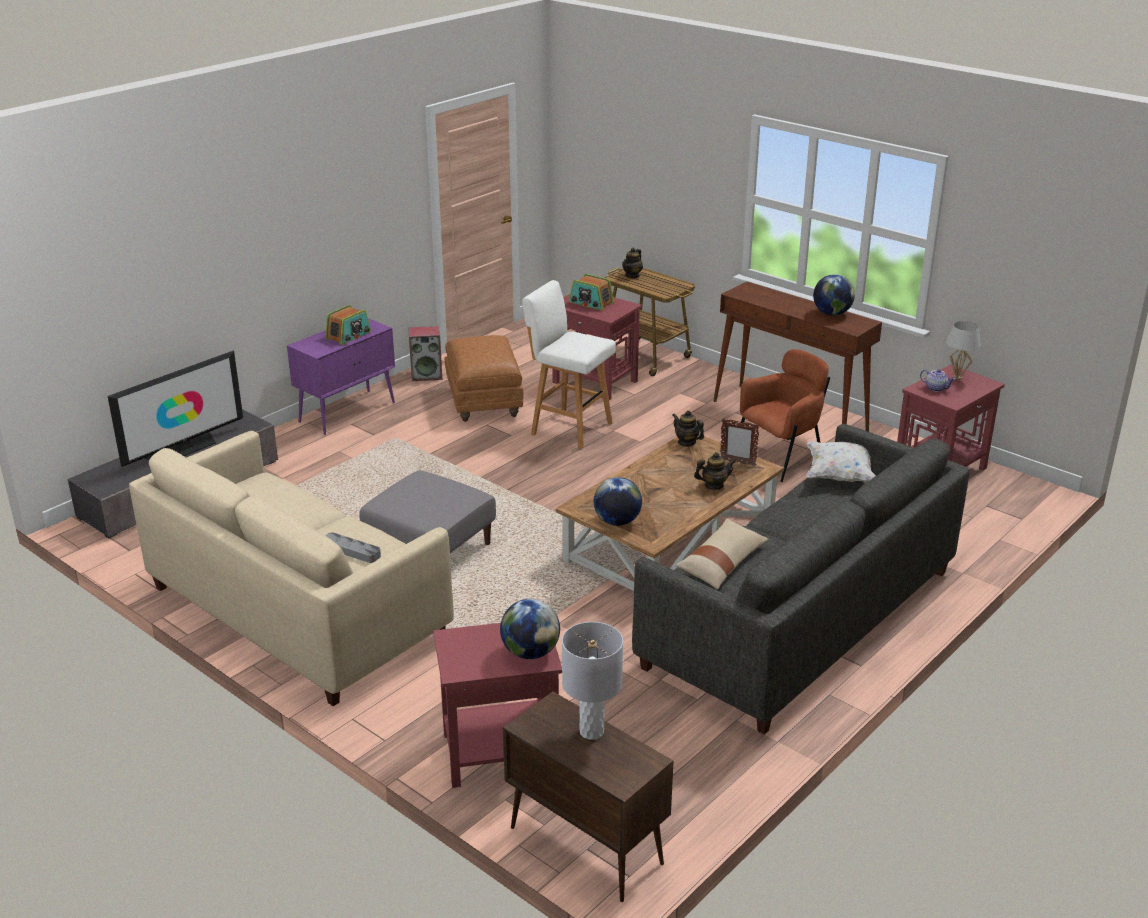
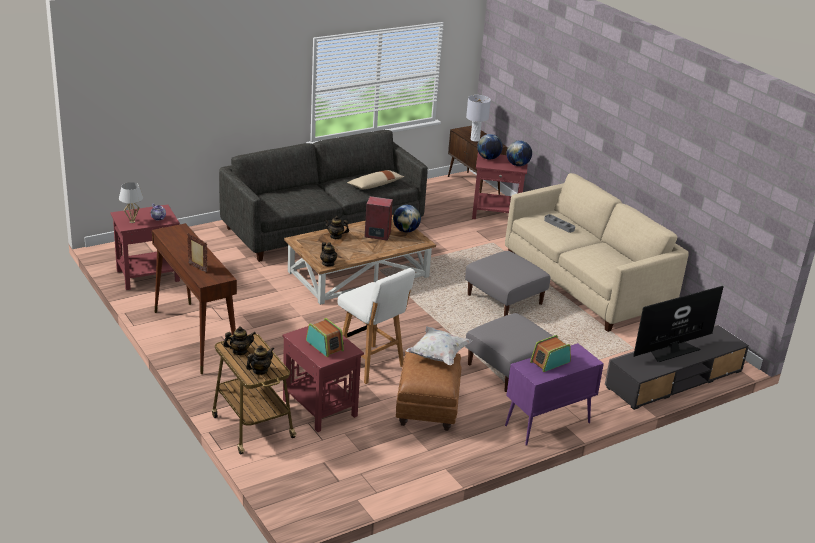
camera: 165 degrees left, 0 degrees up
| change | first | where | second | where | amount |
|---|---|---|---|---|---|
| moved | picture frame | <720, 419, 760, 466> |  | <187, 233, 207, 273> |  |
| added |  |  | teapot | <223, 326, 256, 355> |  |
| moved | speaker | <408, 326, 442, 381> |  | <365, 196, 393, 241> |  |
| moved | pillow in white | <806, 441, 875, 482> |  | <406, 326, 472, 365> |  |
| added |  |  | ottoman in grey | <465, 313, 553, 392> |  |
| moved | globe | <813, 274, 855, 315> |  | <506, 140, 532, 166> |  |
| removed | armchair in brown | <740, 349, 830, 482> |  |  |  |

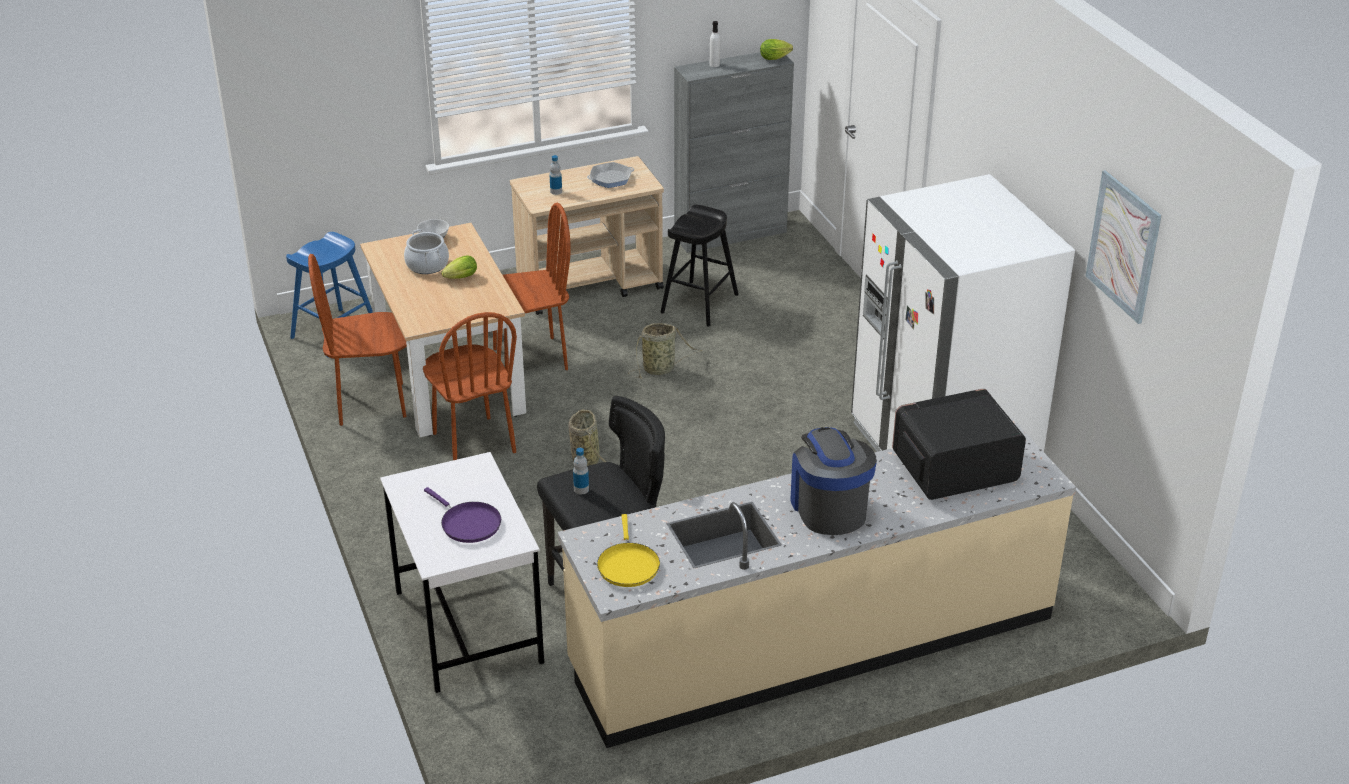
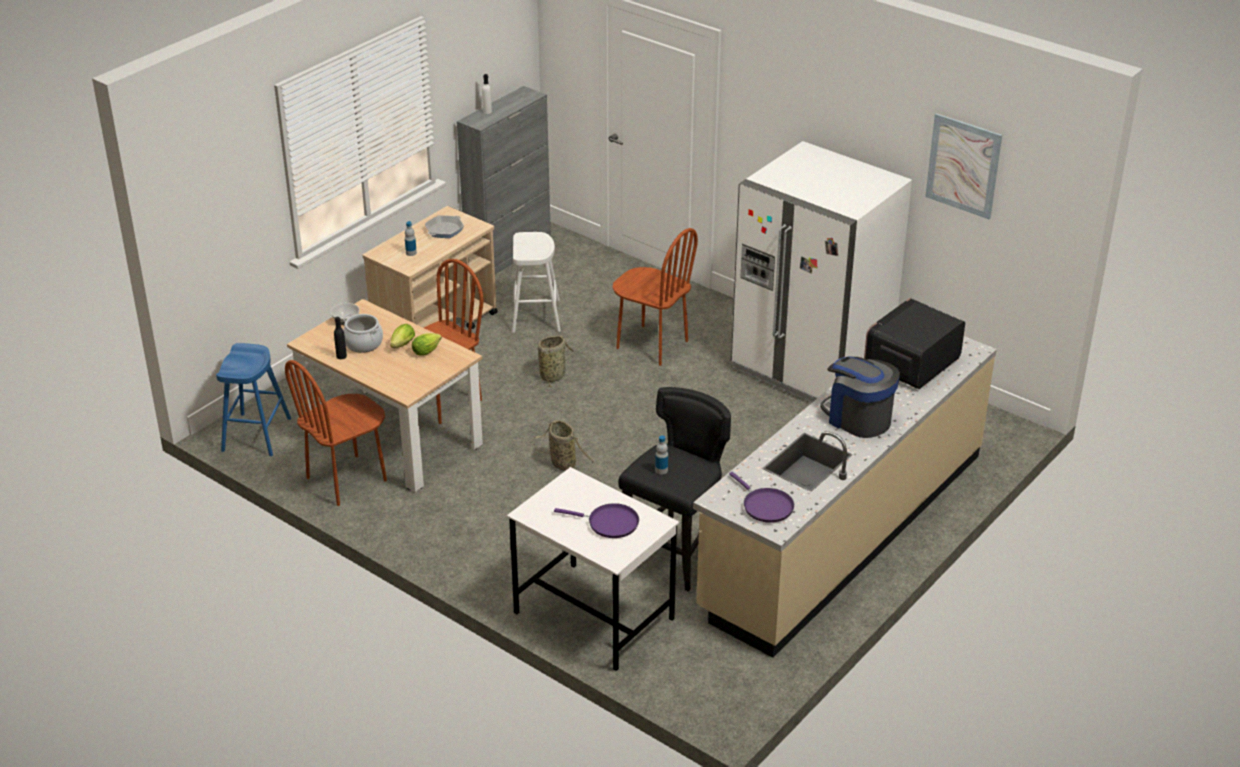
camera: 30 degrees left, 0 degrees up
| change | first | where | second | where | amount |
|---|---|---|---|---|---|
| added |  |  | bottle in black | <334, 317, 347, 359> |  |
| moved | lettuce | <760, 39, 793, 60> |  | <412, 333, 442, 356> |  |
| recoloured | stool in black | <660, 205, 739, 327> | stool in white | <512, 232, 561, 333> |  |
| moved | chair in brown | <423, 312, 517, 460> |  | <613, 228, 698, 366> |  |
| recoloured | frying pan in yellow | <597, 514, 660, 587> | frying pan in purple | <729, 472, 794, 523> |  |

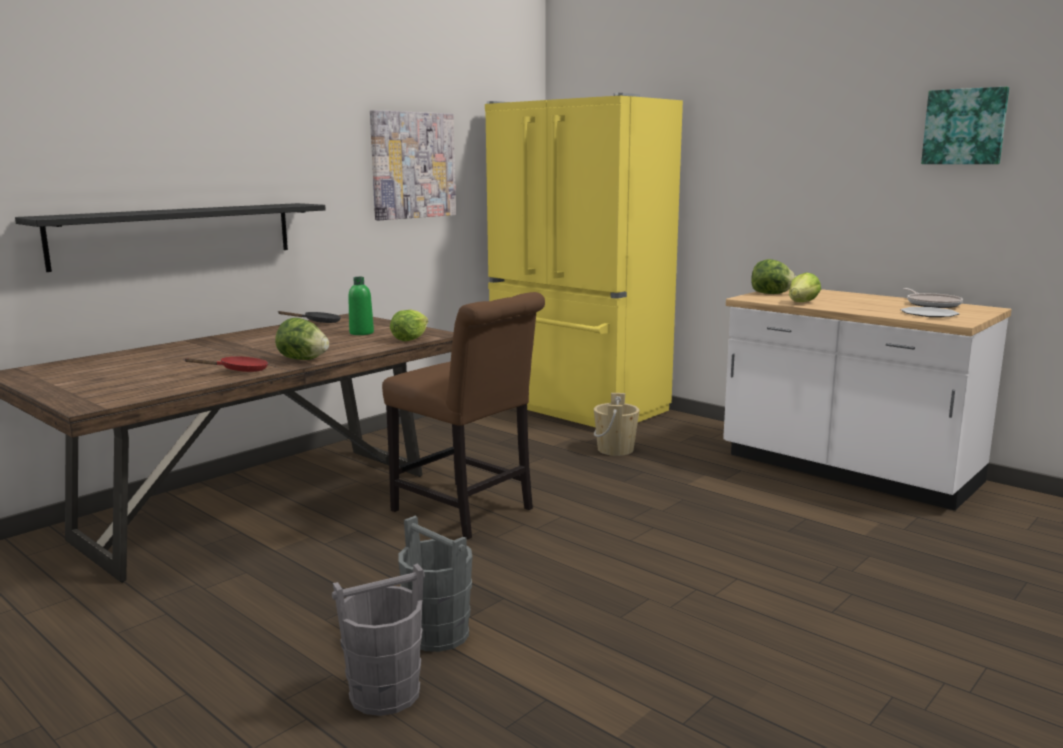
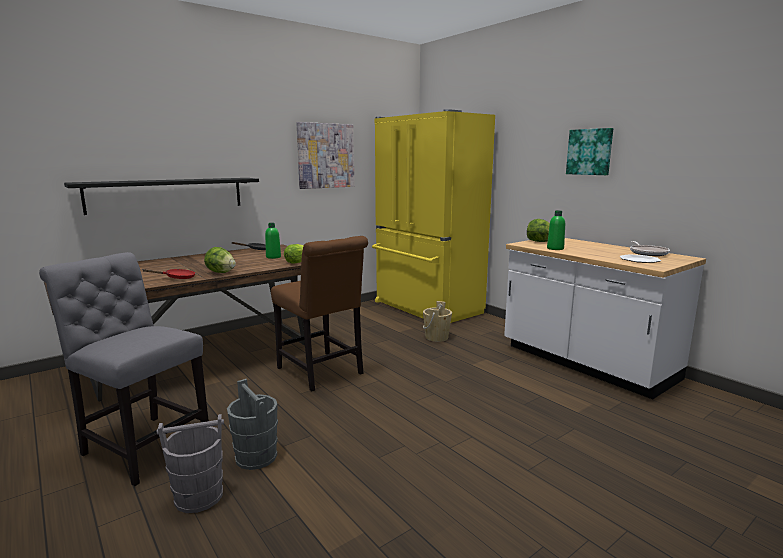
camera: 10 degrees right, 0 degrees up
| change | first | where | second | where | amount |
|---|---|---|---|---|---|
| added |  |  | chair in grey | <39, 252, 209, 486> |  |
| replaced | lettuce | <789, 272, 821, 302> | bottle in green | <547, 211, 565, 250> |  |
| moved | picture | <921, 87, 1009, 164> |  | <566, 128, 613, 175> |  |

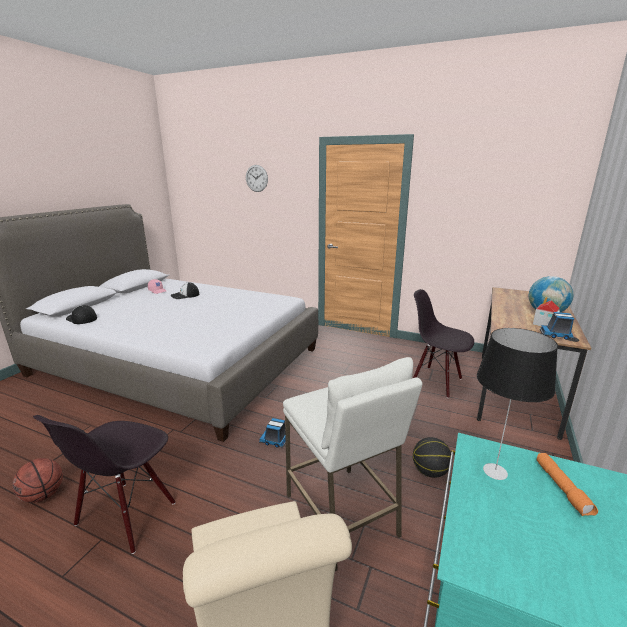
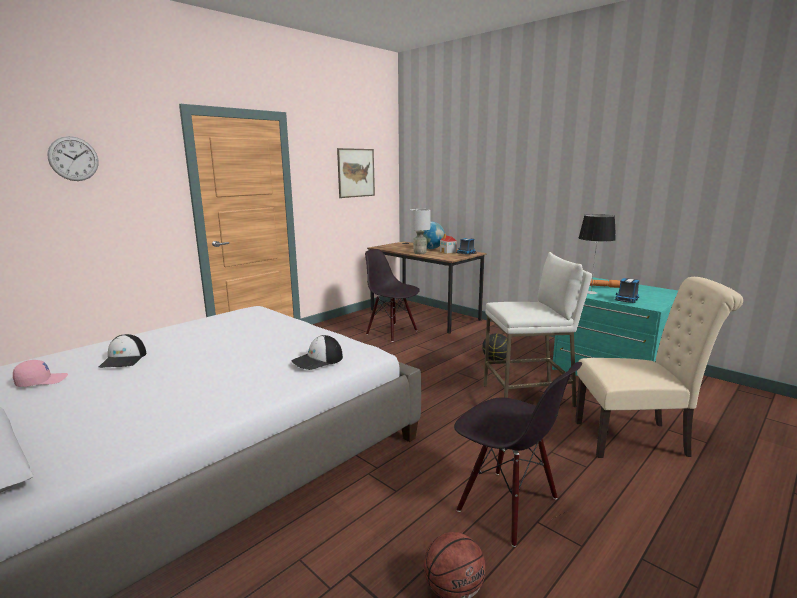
camera: 70 degrees left, 5 degrees down
| change | first | where | second | where | amount |
|---|---|---|---|---|---|
| moved | cap | <66, 305, 97, 324> |  | <292, 335, 343, 370> |  |
| added |  |  | picture | <337, 148, 375, 198> |  |
| turned | chair in black | <413, 289, 474, 398> |  | <365, 249, 420, 342> | 75 degrees clockwise |
| added |  |  | table lamp in grey | <410, 209, 431, 254> |  |
| moved | toy truck | <259, 418, 286, 448> |  | <615, 278, 640, 303> |  |

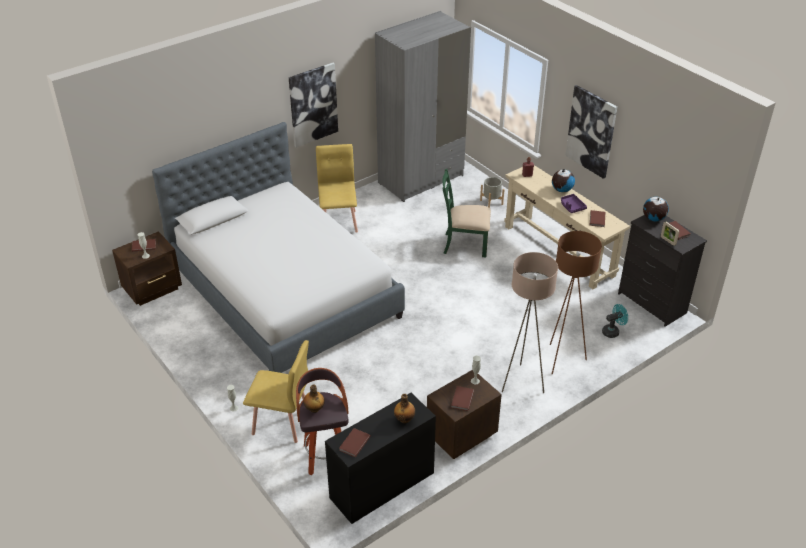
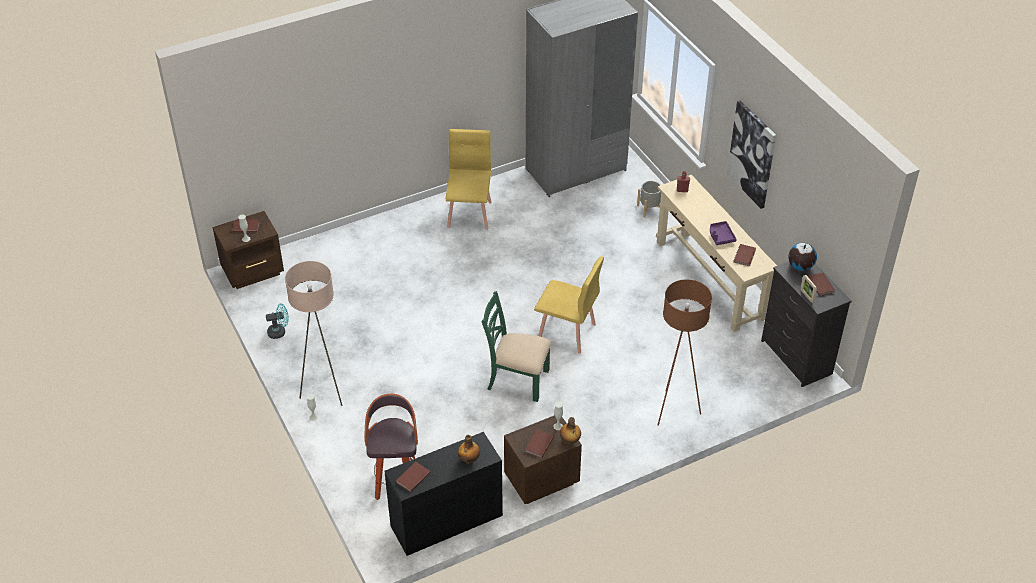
camera: 10 degrees right, 5 degrees up
| change | first | where | second | where | amount |
|---|---|---|---|---|---|
| moved | fan in turquoise | <602, 304, 628, 338> |  | <266, 304, 289, 339> |  |
| moved | floor lamp in beige | <502, 252, 558, 393> |  | <285, 261, 343, 406> |  |
| moved | chair in green | <442, 169, 491, 257> |  | <481, 291, 551, 402> |  |
| moved | chair in yellow | <243, 340, 309, 443> |  | <534, 256, 604, 354> |  |
| moved | bottle | <304, 384, 325, 413> |  | <560, 417, 581, 445> |  |
| removed | bed | <152, 122, 405, 373> |  |  |  |
| removed | picture | <289, 63, 338, 148> |  |  |  |
| removed | globe | <552, 169, 575, 192> |  |  |  |

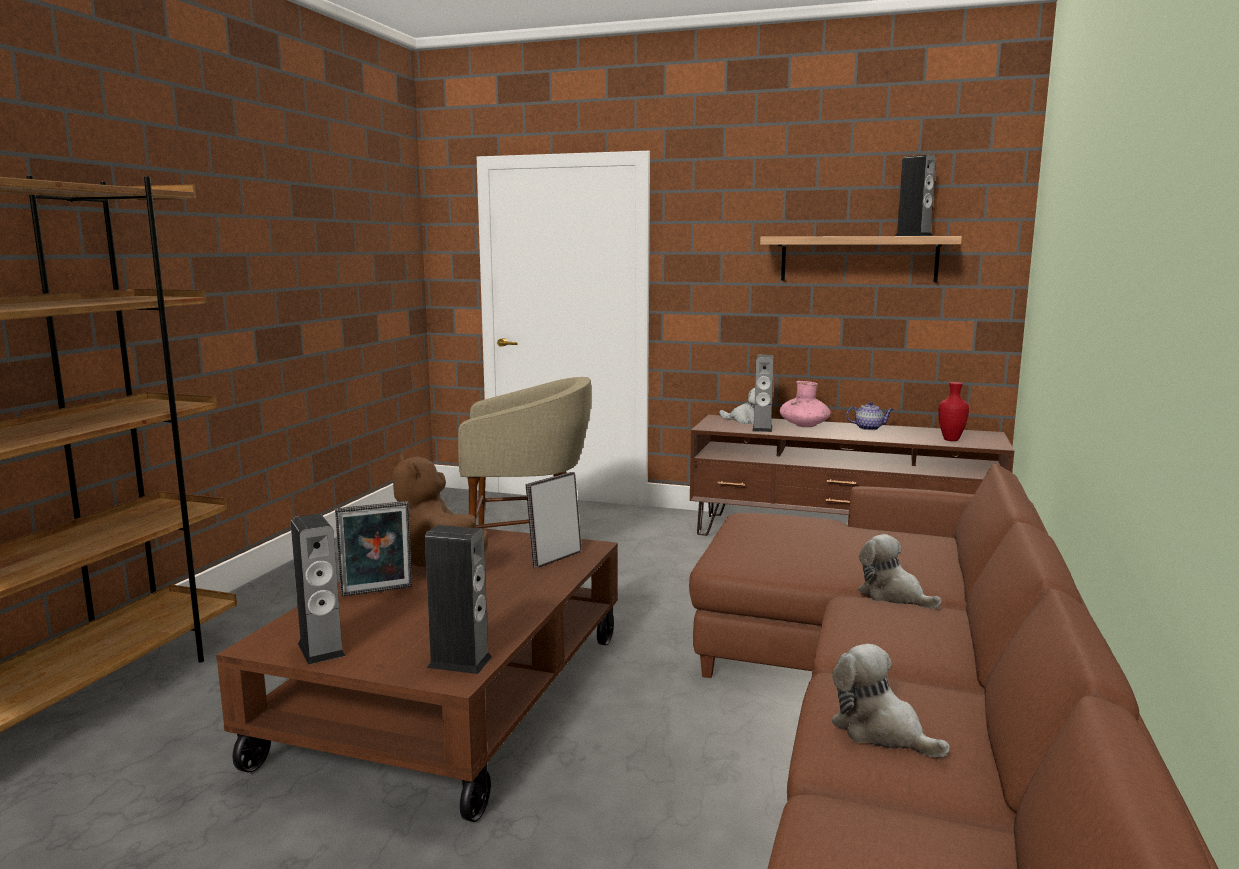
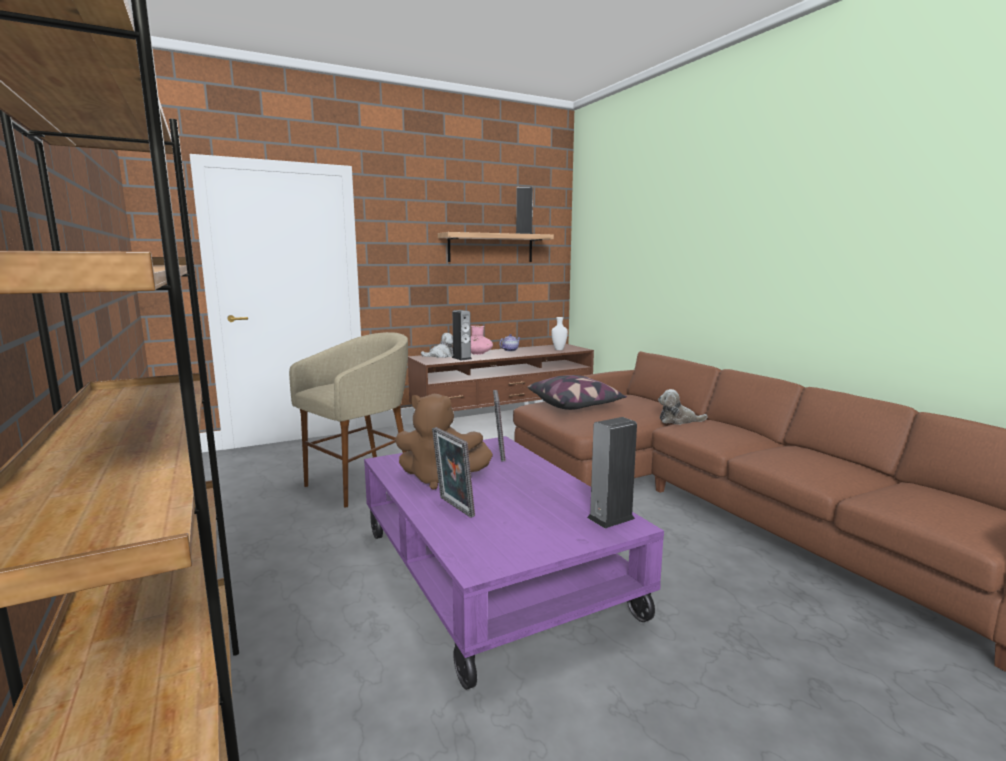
camera: 45 degrees left, 0 degrees up
| change | first | where | second | where | amount |
|---|---|---|---|---|---|
| recoloured | coffee table in brown | <216, 528, 618, 822> | coffee table in purple | <364, 436, 664, 690> |  |
| turned | picture frame | <335, 501, 412, 597> |  | <432, 427, 475, 518> | 120 degrees clockwise |
| added |  |  | pillow | <528, 375, 627, 410> |  |
| recoloured | vase in red | <938, 382, 969, 441> | vase in white | <551, 317, 568, 350> |  |
| removed | speaker | <291, 514, 346, 665> |  |  |  |
| removed | plush toy | <831, 644, 950, 758> |  |  |  |

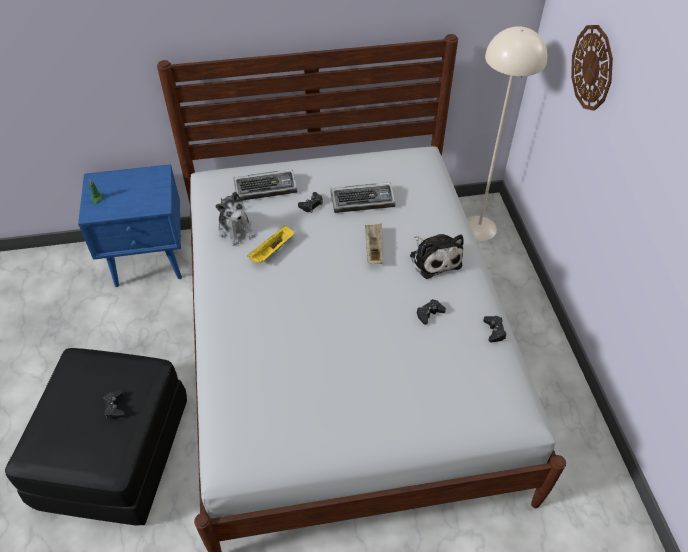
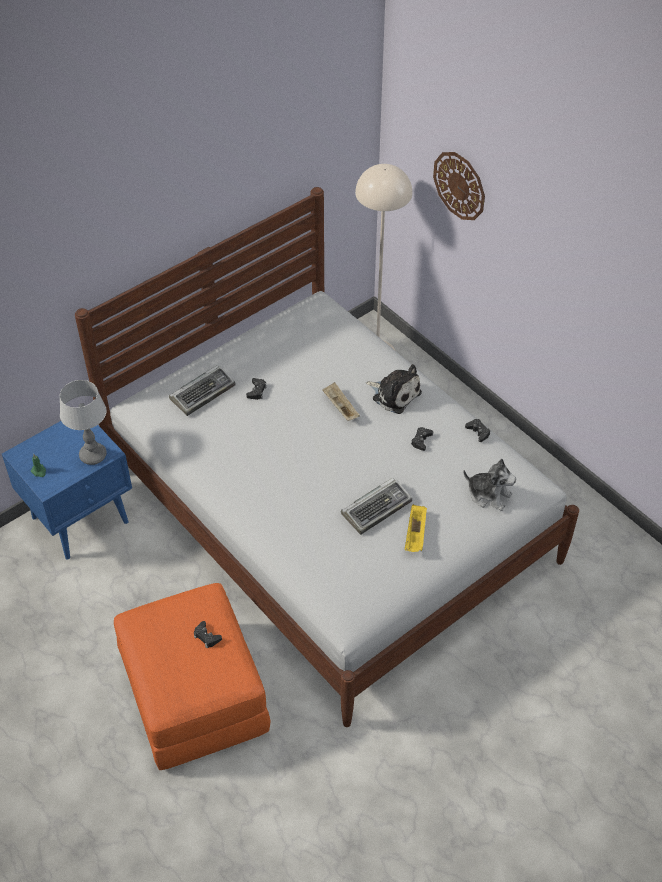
camera: 30 degrees left, 0 degrees up
| change | first | where | second | where | amount |
|---|---|---|---|---|---|
| added |  |  | table lamp | <60, 380, 107, 465> |  |
| recoloured | ottoman in black | <5, 348, 187, 525> | ottoman in orange | <114, 583, 271, 770> |  |
| moved | keyboard | <330, 182, 396, 213> |  | <341, 478, 412, 534> |  |
| moved | tray in yellow | <247, 225, 294, 263> |  | <405, 504, 427, 552> |  |
| moved | plush toy | <215, 192, 255, 246> |  | <463, 459, 516, 511> |  |

